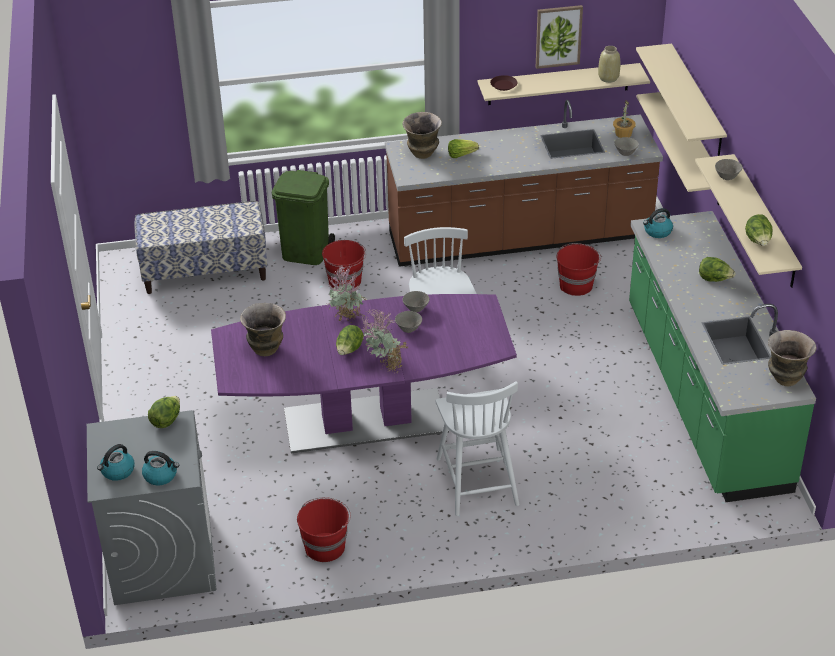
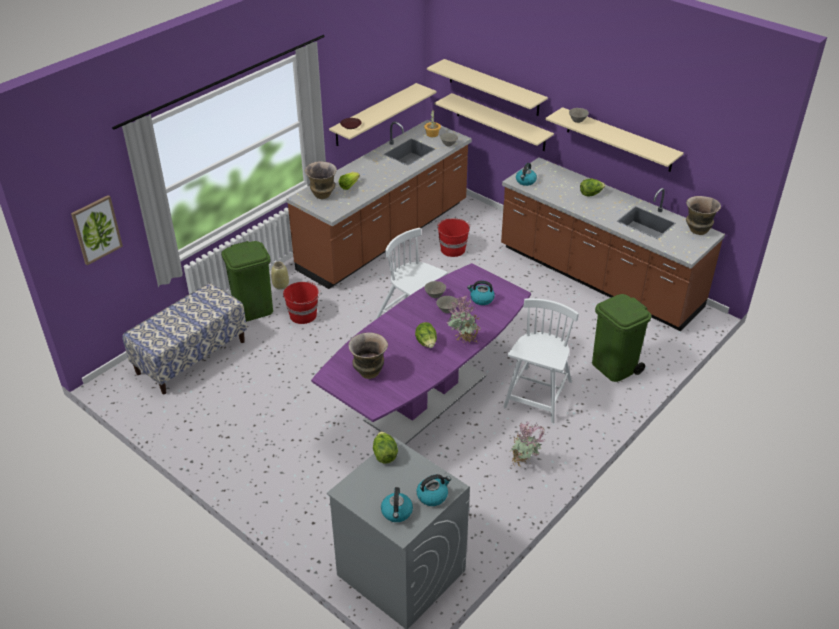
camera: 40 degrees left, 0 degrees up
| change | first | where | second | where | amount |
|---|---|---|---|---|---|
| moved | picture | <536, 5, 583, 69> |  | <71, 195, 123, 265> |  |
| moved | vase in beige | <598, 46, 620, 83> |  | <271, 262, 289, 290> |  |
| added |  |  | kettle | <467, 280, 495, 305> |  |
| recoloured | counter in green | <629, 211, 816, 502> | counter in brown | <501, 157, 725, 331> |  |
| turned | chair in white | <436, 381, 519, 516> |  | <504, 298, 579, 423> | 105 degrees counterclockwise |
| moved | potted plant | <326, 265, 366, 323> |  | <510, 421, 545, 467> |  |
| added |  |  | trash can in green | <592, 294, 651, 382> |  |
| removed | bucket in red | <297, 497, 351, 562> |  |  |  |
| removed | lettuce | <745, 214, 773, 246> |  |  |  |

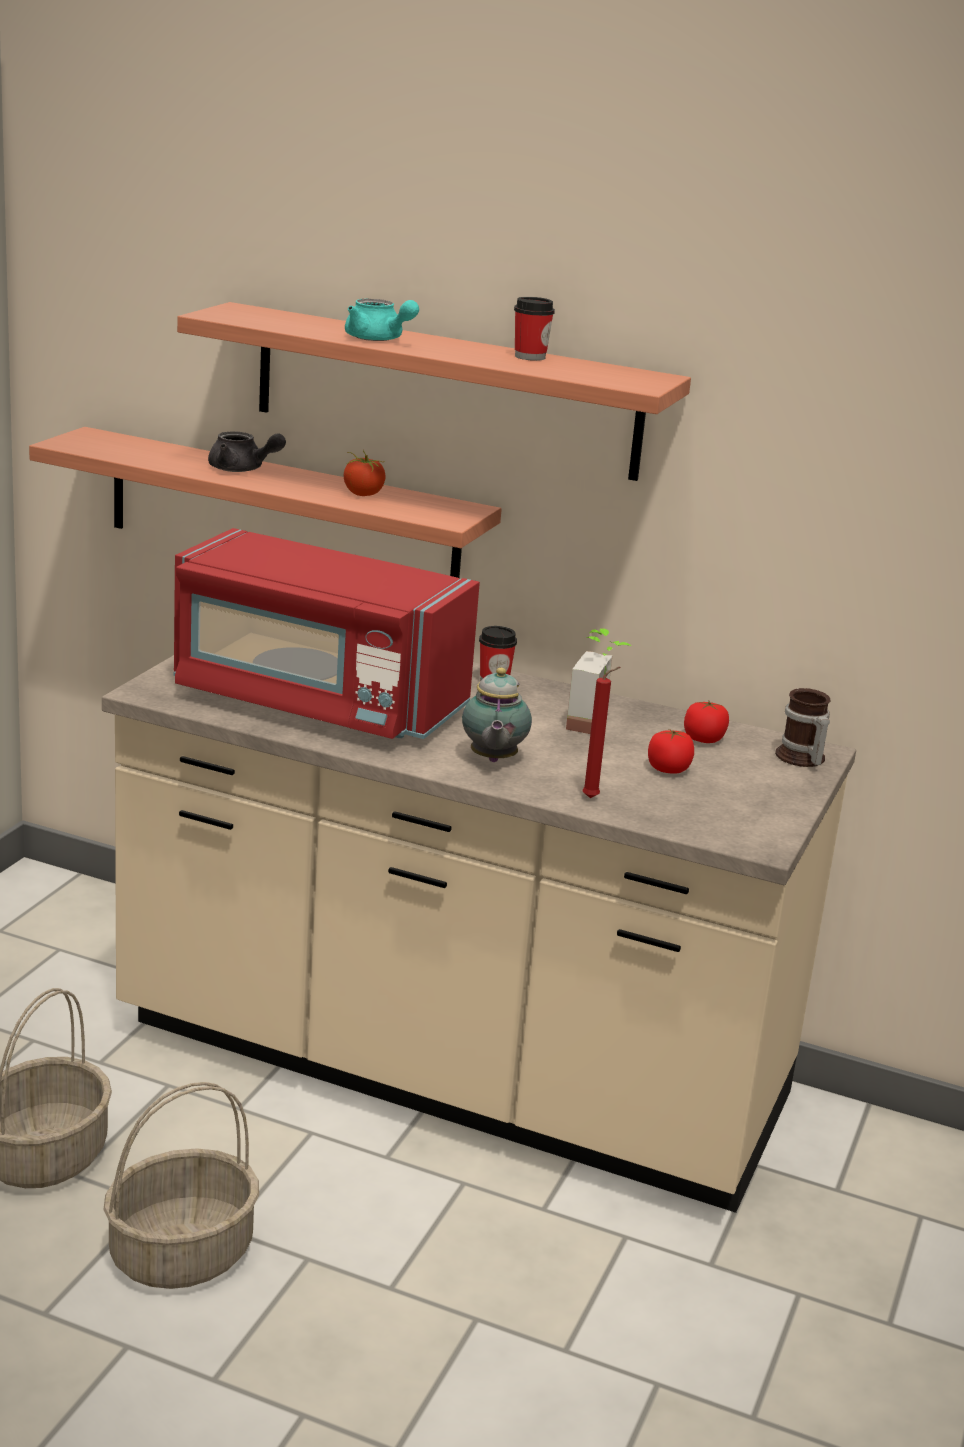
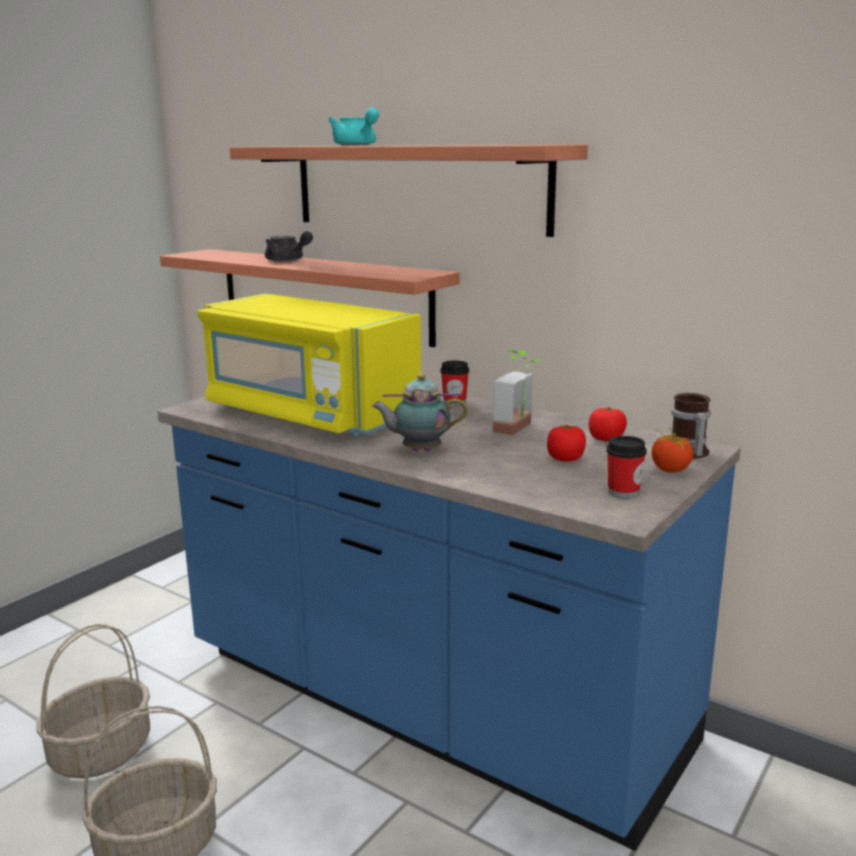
camera: 15 degrees right, 5 degrees down
| change | first | where | second | where | amount |
|---|---|---|---|---|---|
| recoloured | counter in beige | <102, 655, 856, 1213> | counter in blue | <158, 391, 741, 851> |  |
| recoloured | microwave in red | <174, 528, 480, 739> | microwave in yellow | <197, 294, 421, 436> |  |
| turned | teapot | <462, 668, 532, 762> |  | <372, 374, 468, 451> | 75 degrees clockwise |
| moved | cup | <514, 297, 555, 361> |  | <606, 436, 647, 499> |  |
| moved | tomato | <344, 450, 385, 496> |  | <652, 427, 693, 472> |  |
| removed | candle in red | <582, 667, 620, 798> |  |  |  |

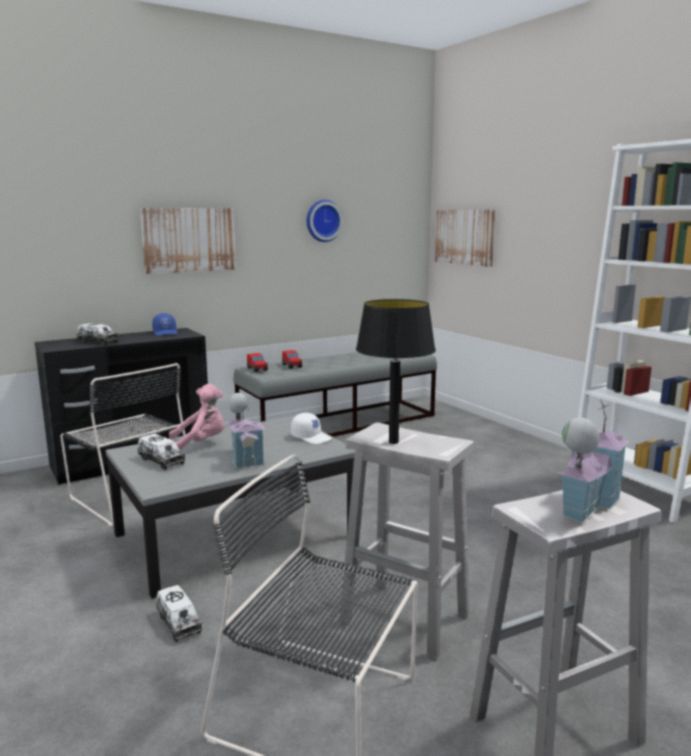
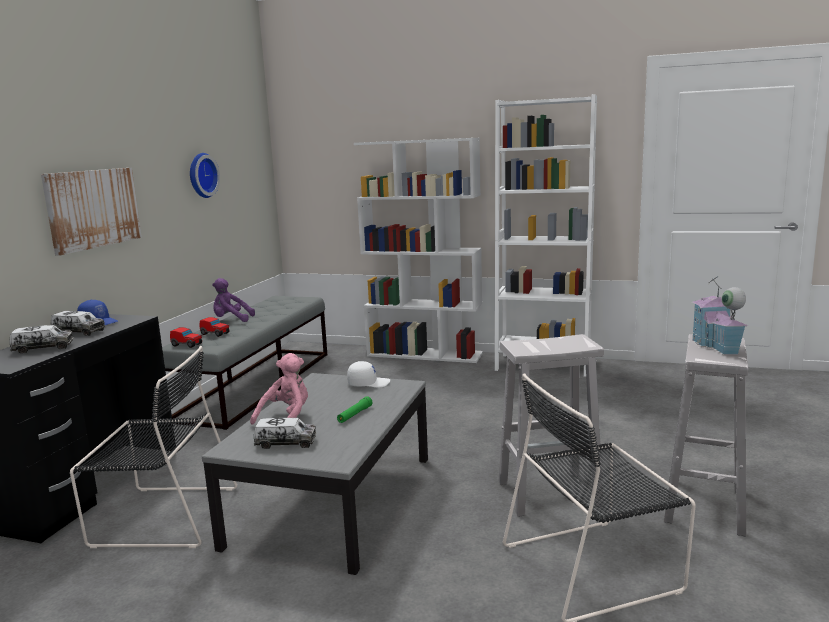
camera: 40 degrees left, 0 degrees up
| change | first | where | second | where | amount |
|---|---|---|---|---|---|
| moved | toy truck | <156, 585, 202, 642> |  | <51, 311, 105, 336> |  |
| added |  |  | plush toy in purple | <212, 278, 255, 322> |  |
| replaced | toy house | <228, 393, 265, 469> | flashlight in green | <337, 396, 372, 423> |  |
| added |  |  | bookcase in white | <354, 138, 483, 363> |  |
| removed | table lamp in black | <356, 299, 436, 444> |  |  |  |
| removed | picture | <435, 209, 495, 267> |  |  |  |

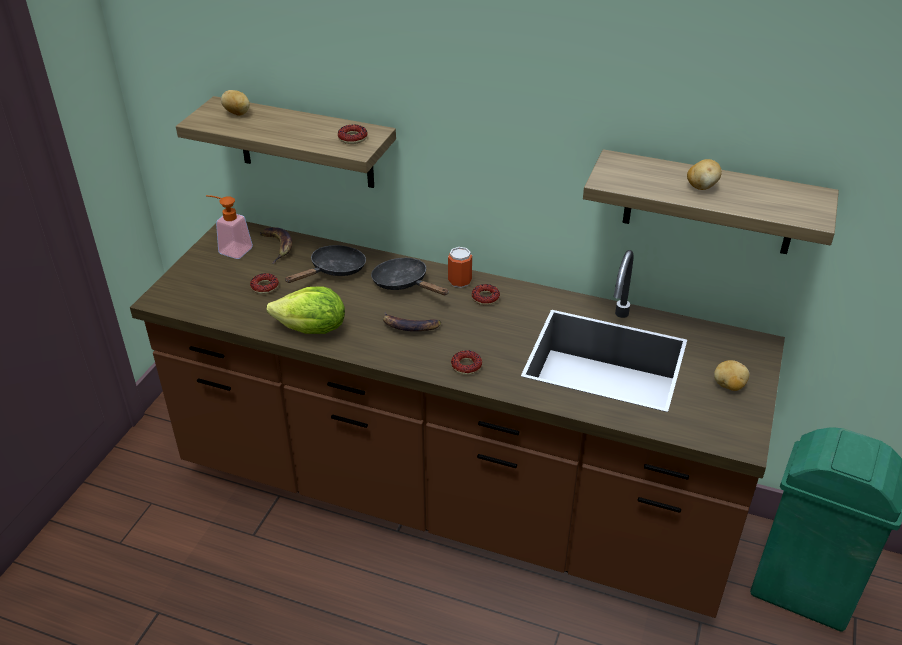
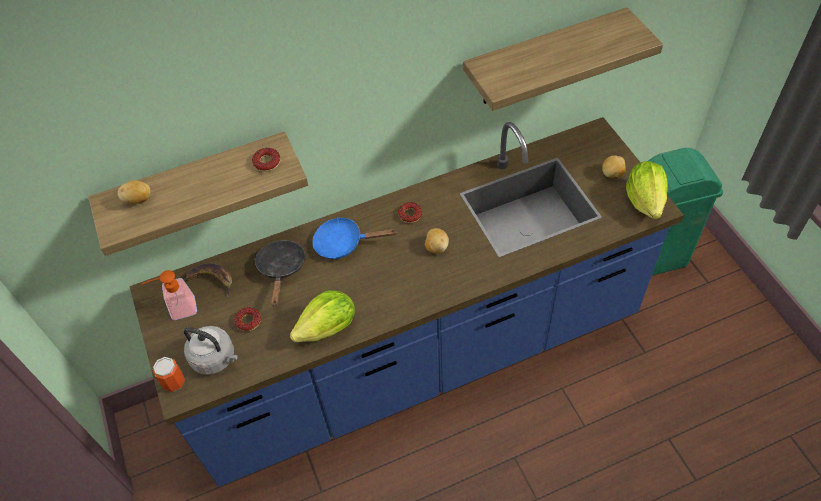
camera: 40 degrees left, 15 degrees up
| change | first | where | second | where | amount |
|---|---|---|---|---|---|
| recoloured | counter in brown | <130, 222, 785, 618> | counter in blue | <129, 117, 684, 487> |  |
| moved | can | <448, 247, 472, 288> |  | <153, 357, 185, 392> |  |
| added |  |  | kettle in grey | <184, 326, 238, 375> |  |
| recoloured | frying pan in black | <371, 258, 449, 295> | frying pan in blue | <312, 217, 398, 259> |  |
| moved | potato | <687, 159, 722, 190> |  | <425, 228, 449, 254> |  |
| added |  |  | lettuce | <626, 161, 668, 219> |  |
| removed | banana | <383, 312, 441, 331> |  |  |  |
| removed | donut | <451, 350, 482, 375> |  |  |  |

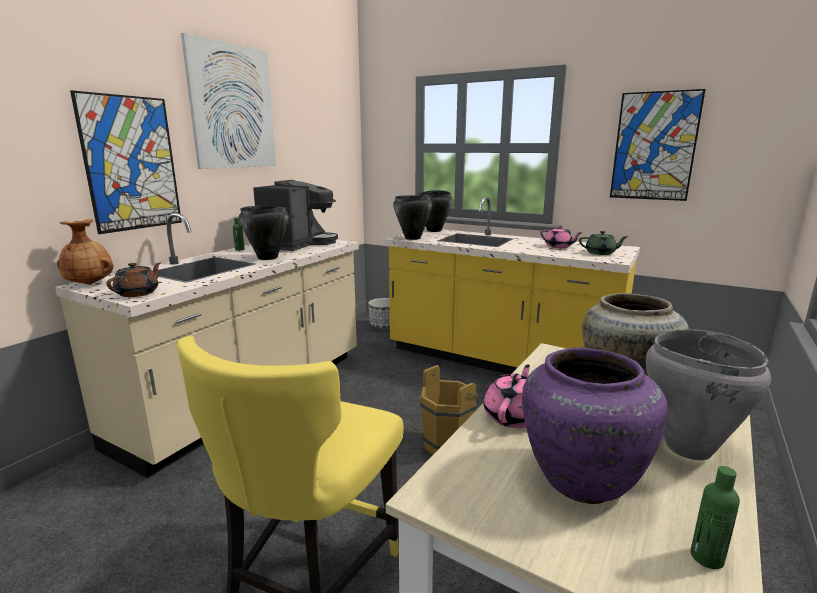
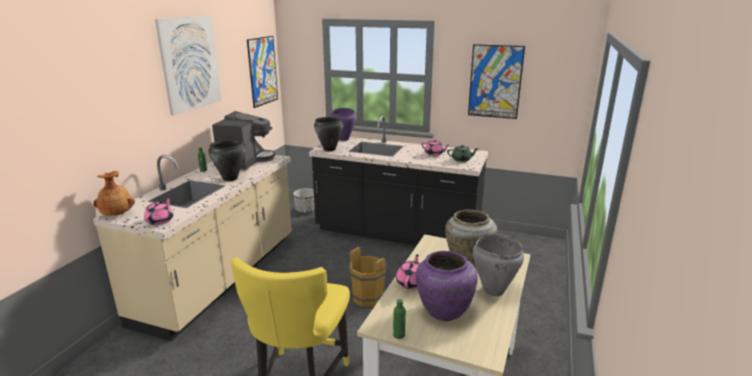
camera: 10 degrees left, 5 degrees up
| change | first | where | second | where | amount |
|---|---|---|---|---|---|
| recoloured | teapot in brown | <106, 262, 161, 297> | teapot in pink | <144, 197, 173, 225> |  |
| moved | picture | <70, 90, 182, 234> |  | <247, 36, 278, 108> |  |
| recoloured | counter in yellow | <385, 197, 640, 374> | counter in black | <309, 116, 488, 246> |  |
| recoloured | cooking pot in black | <419, 190, 452, 232> | cooking pot in purple | <330, 108, 356, 141> |  |
| moved | bottle in green | <691, 466, 740, 569> |  | <393, 299, 406, 339> |  |

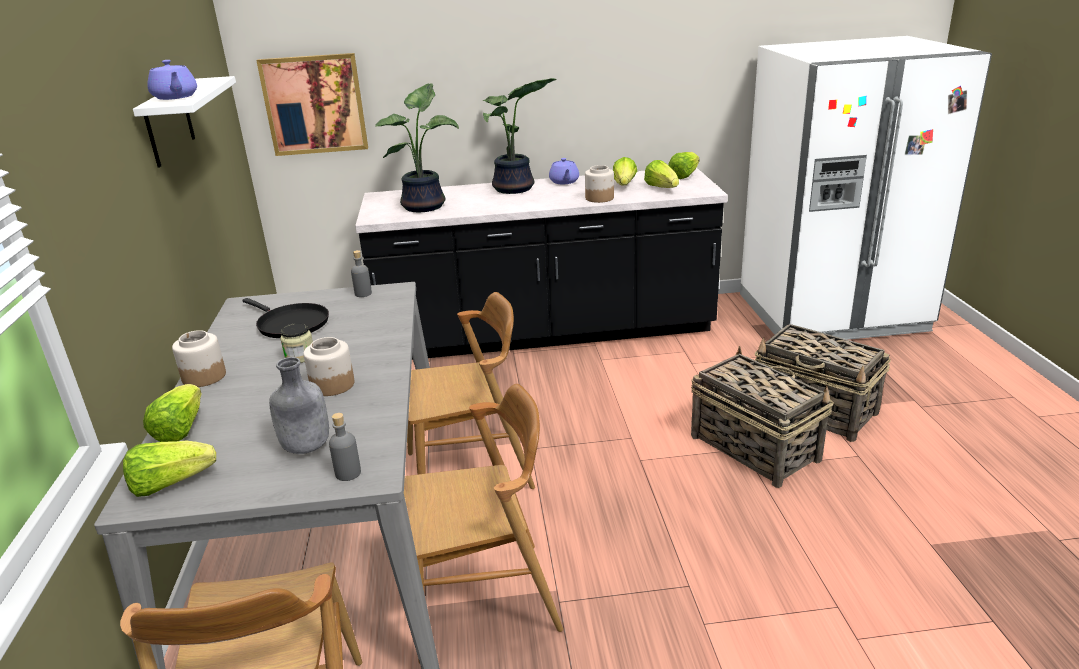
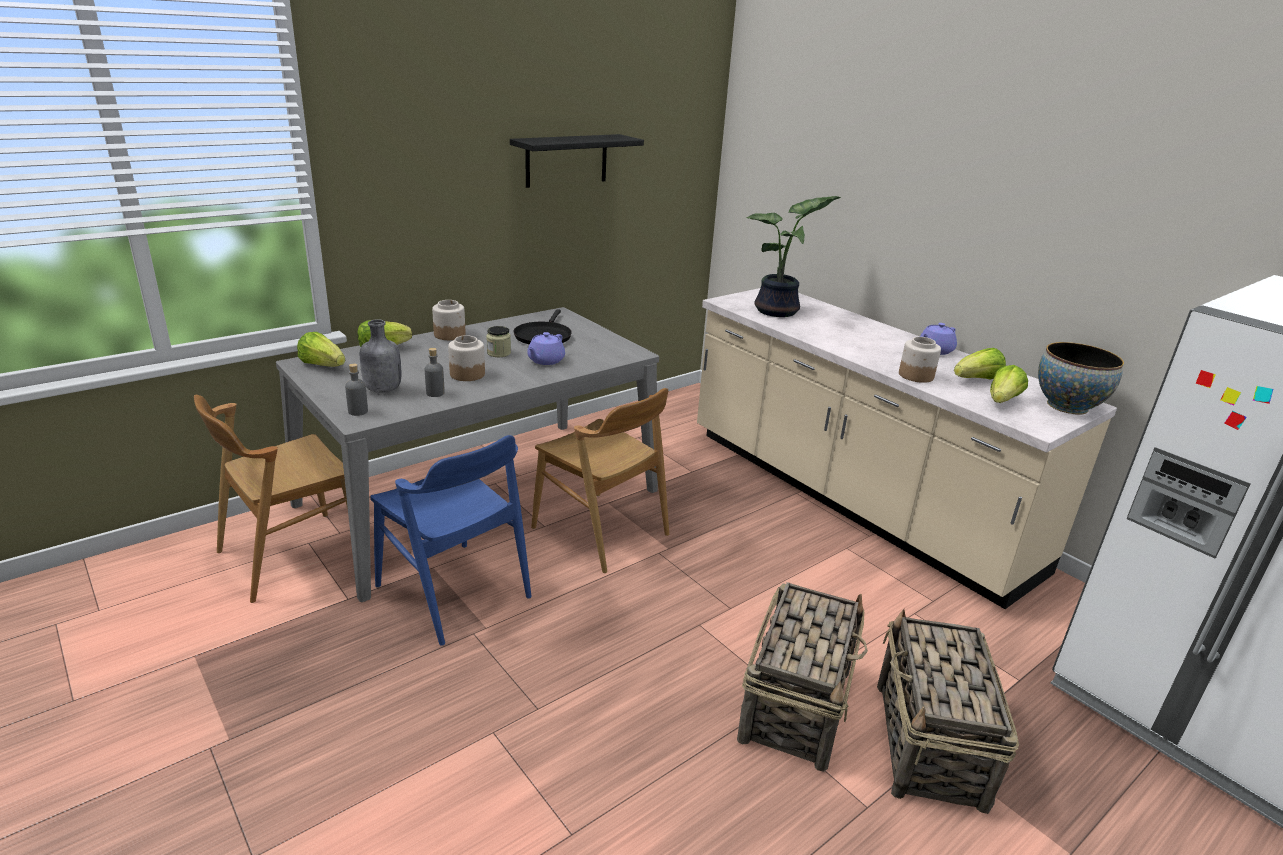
camera: 55 degrees right, 0 degrees up
| change | first | where | second | where | amount |
|---|---|---|---|---|---|
| recoloured | chair in brown | <404, 384, 563, 664> | chair in blue | <370, 435, 532, 646> |  |
| moved | bottle in grey | <351, 250, 372, 297> |  | <425, 348, 445, 397> |  |
| recoloured | shelf in white | <133, 76, 236, 168> | shelf in black | <510, 134, 644, 188> |  |
| moved | teapot in purple | <147, 60, 197, 100> |  | <527, 332, 565, 365> |  |
| recoloured | counter in black | <355, 168, 728, 360> | counter in beige | <697, 288, 1117, 609> |  |
| replaced | lettuce | <668, 152, 700, 179> | bowl | <1038, 342, 1124, 415> |  |
| removed | picture | <256, 53, 368, 156> |  |  |  |
| removed | potted plant | <482, 78, 557, 194> |  |  |  |

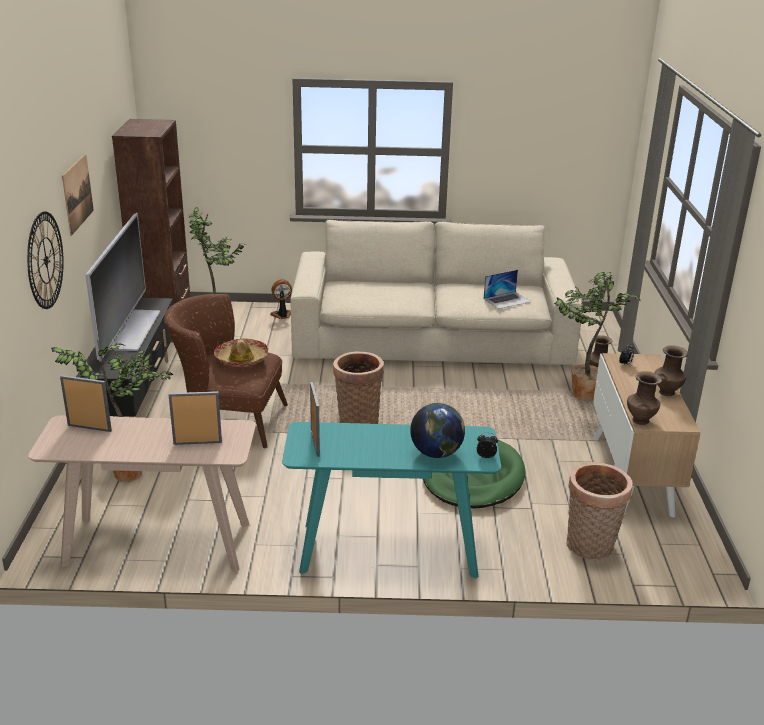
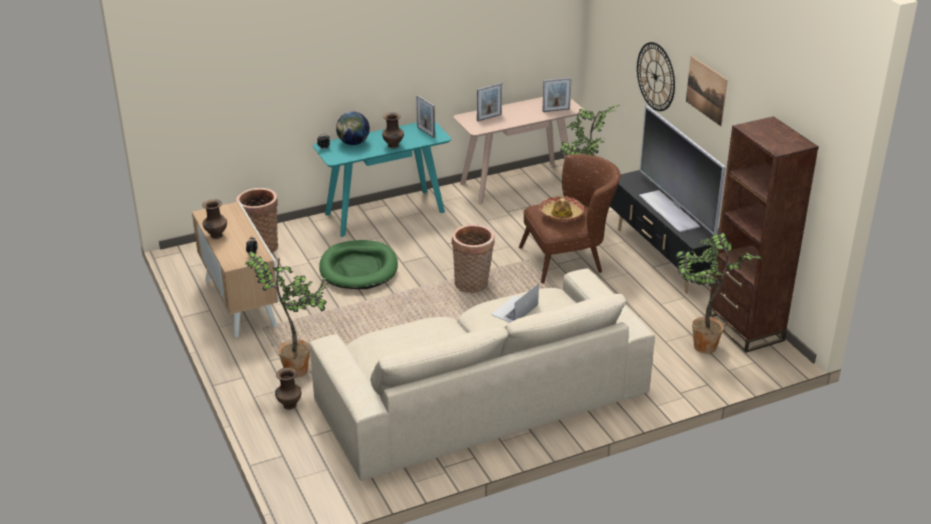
camera: 155 degrees right, 5 degrees up
| change | first | where | second | where | amount |
|---|---|---|---|---|---|
| moved | vase in brown | <627, 371, 662, 425> |  | <382, 112, 404, 149> |  |
| moved | laptop | <484, 270, 531, 309> |  | <491, 283, 539, 323> |  |
| removed | fan | <270, 279, 292, 319> |  |  |  |

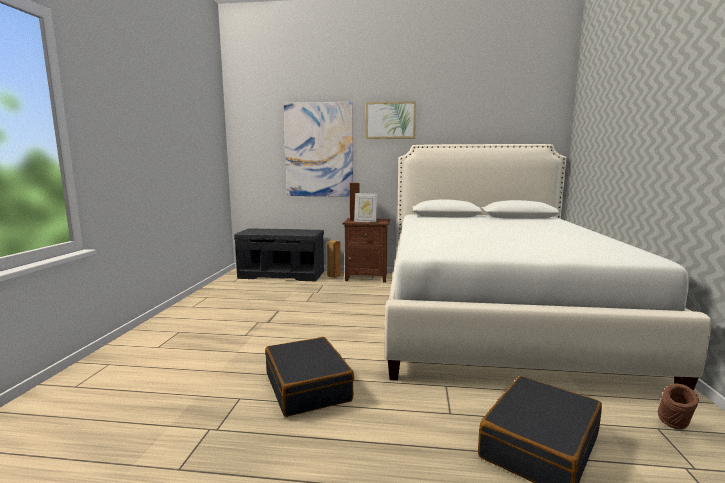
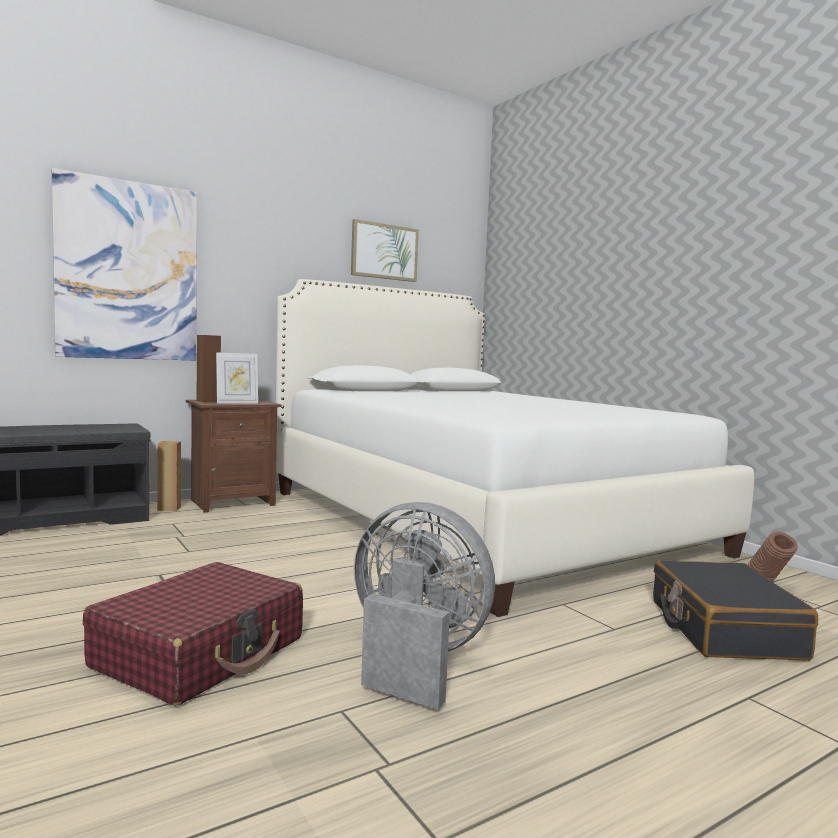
camera: 40 degrees left, 5 degrees down
| change | first | where | second | where | amount |
|---|---|---|---|---|---|
| added |  |  | suitcase in red | <83, 562, 303, 706> |  |
| moved | picture | <366, 101, 416, 139> |  | <351, 219, 419, 282> |  |
| replaced | suitcase in black | <265, 337, 354, 417> | fan in grey | <354, 502, 495, 709> |  |

